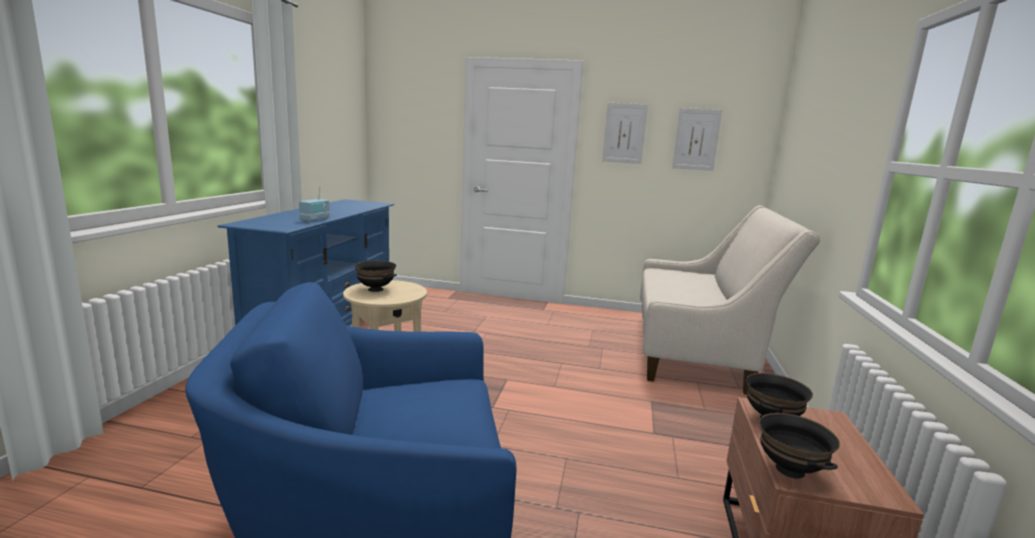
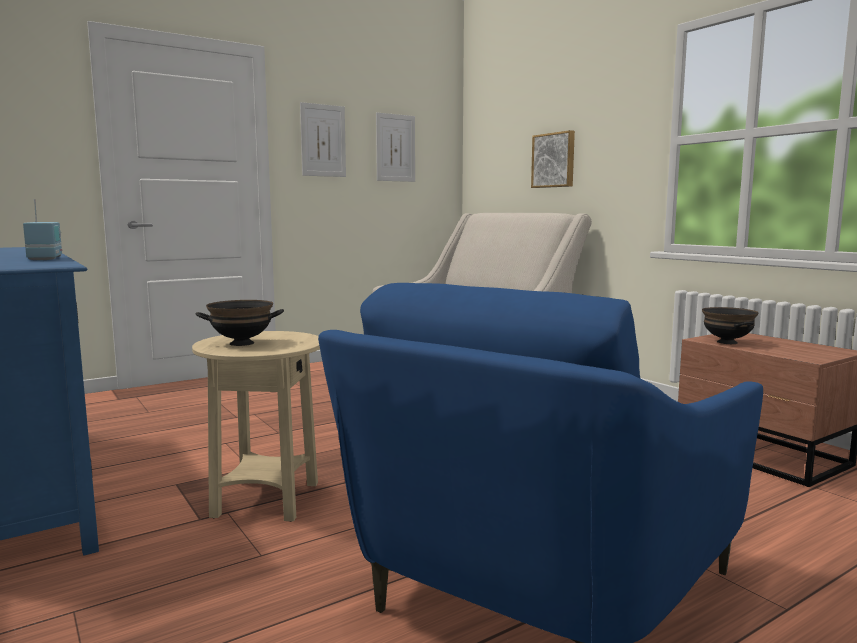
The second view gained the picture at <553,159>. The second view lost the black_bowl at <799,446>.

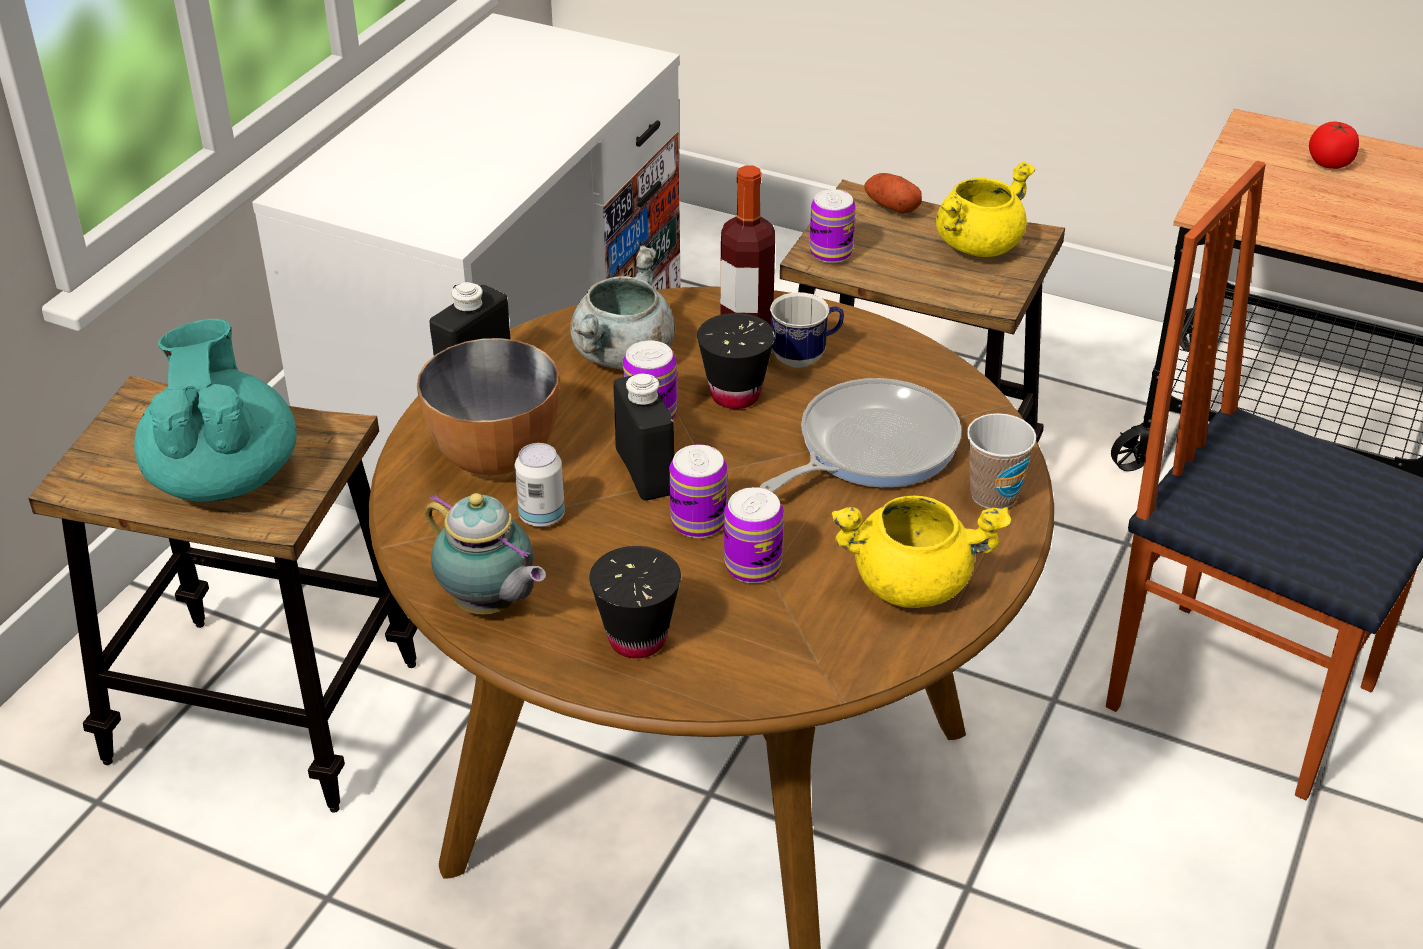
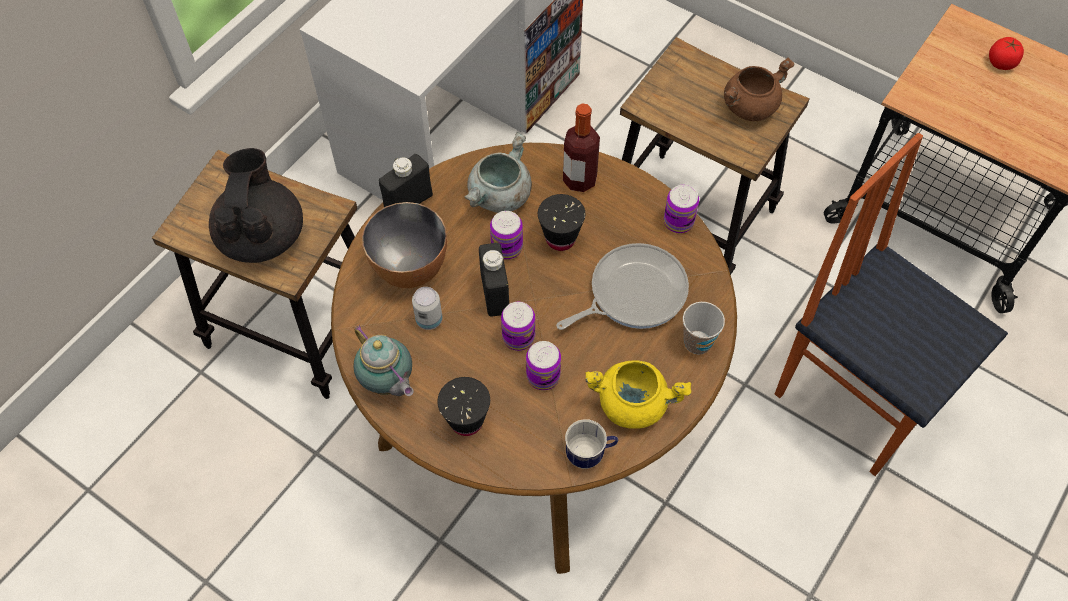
What was the turquoise_teapot at <215,410> turned into the black_teapot at <256,205>. The mug ended up elsewhere, having gone from <807,330> to <592,444>. The can ended up elsewhere, having gone from <833,226> to <681,209>. What was the yellow_cooking_pot at <985,209> turned into the brown_cooking_pot at <759,89>. The second view lost the potato at <893,193>.

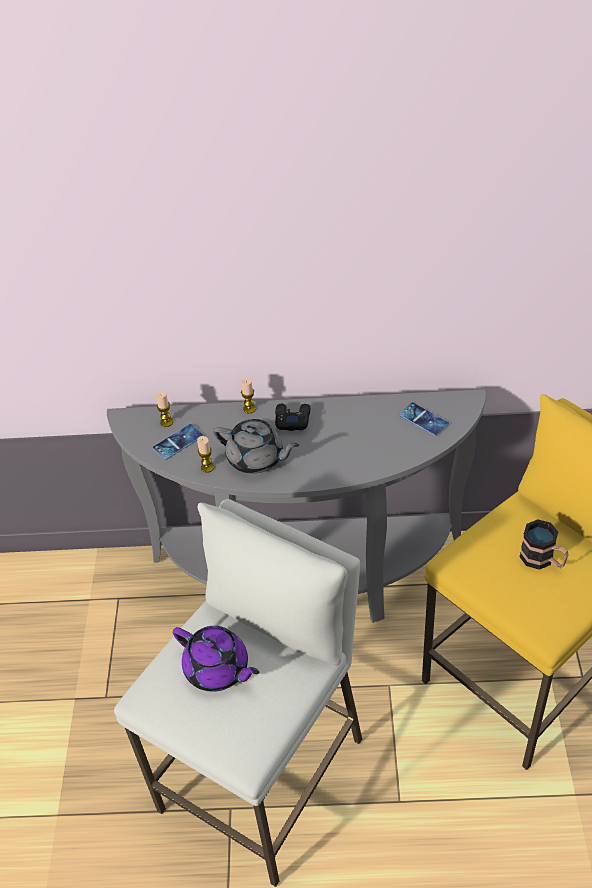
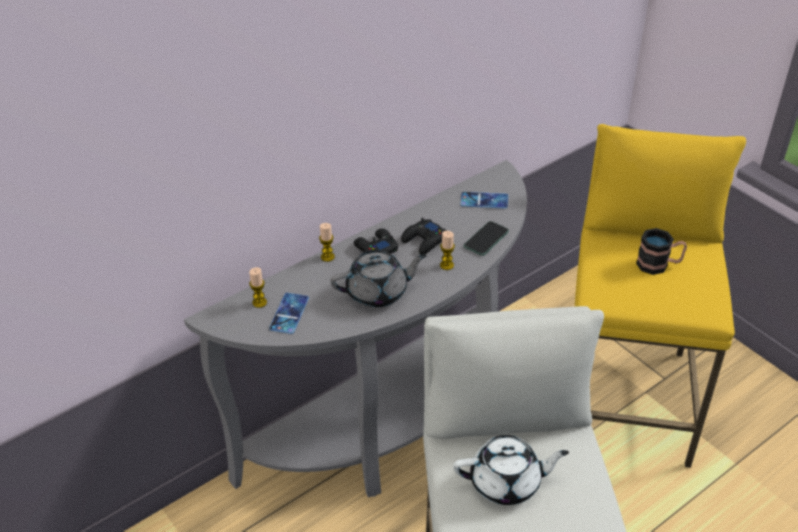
The second view gained the black_game_controller at <424,236>. The candle ended up elsewhere, having gone from <205,454> to <447,250>. What was the purple_teapot at <216,659> turned into the white_teapot at <511,470>. The second view gained the phone at <486,238>.

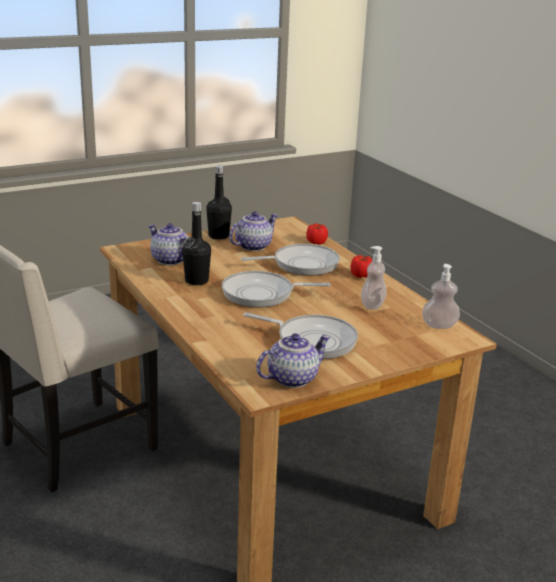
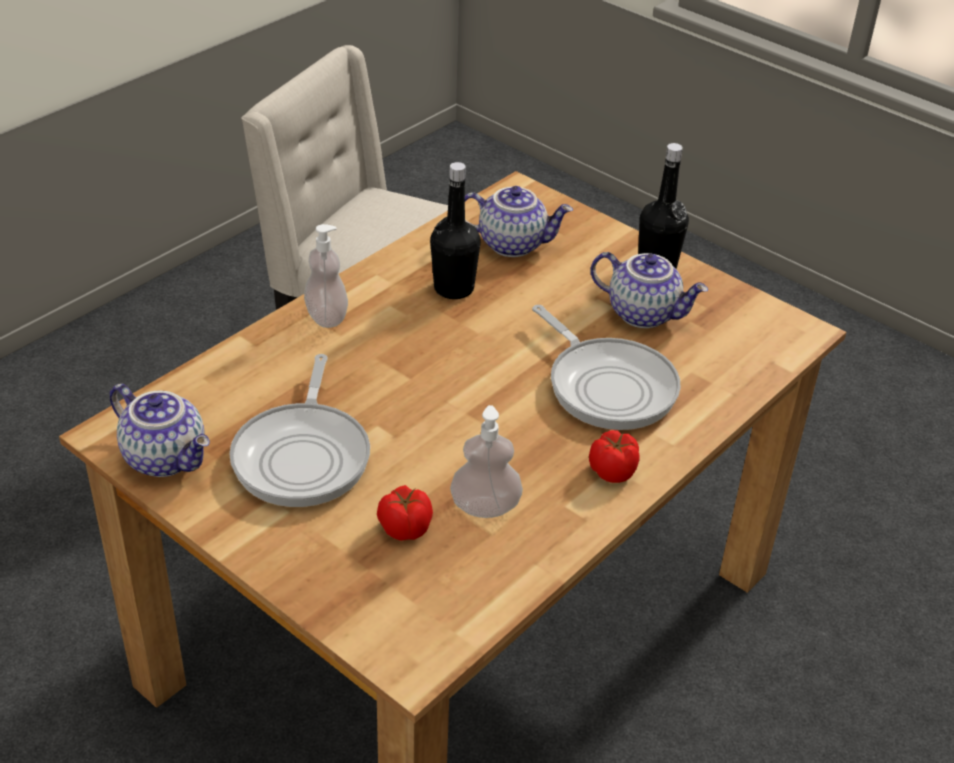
The soap_dispenser ended up elsewhere, having gone from <441,296> to <326,276>. The tomato ended up elsewhere, having gone from <317,234> to <405,513>. The teapot at <168,244> ended up facing another way, 75 degrees clockwise from before. The second view lost the frying_pan at <276,289>.

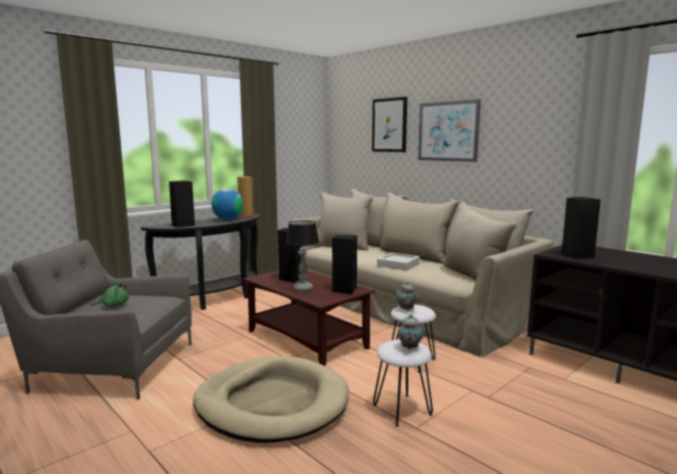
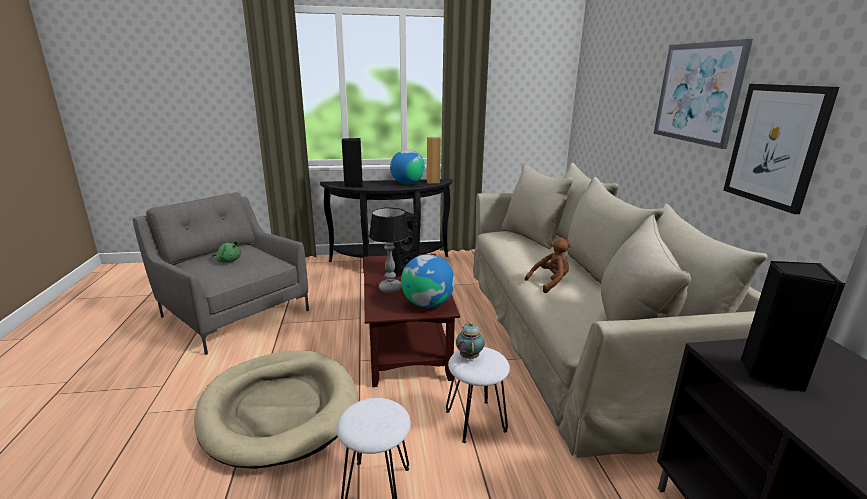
Where the black_speaker stood at <344,264>, the globe came to stand at <428,281>. Where the grey_tray stood at <398,261>, the brown_plush_toy came to stand at <547,265>. The picture ended up elsewhere, having gone from <389,124> to <781,149>. The second view lost the teapot at <410,332>.

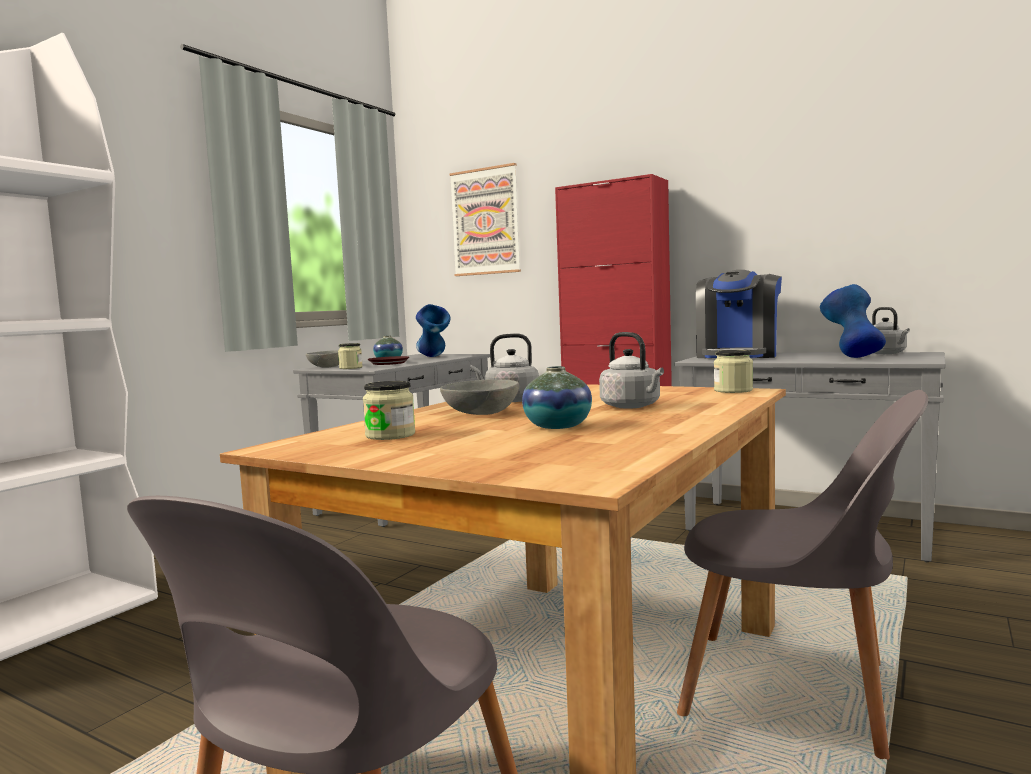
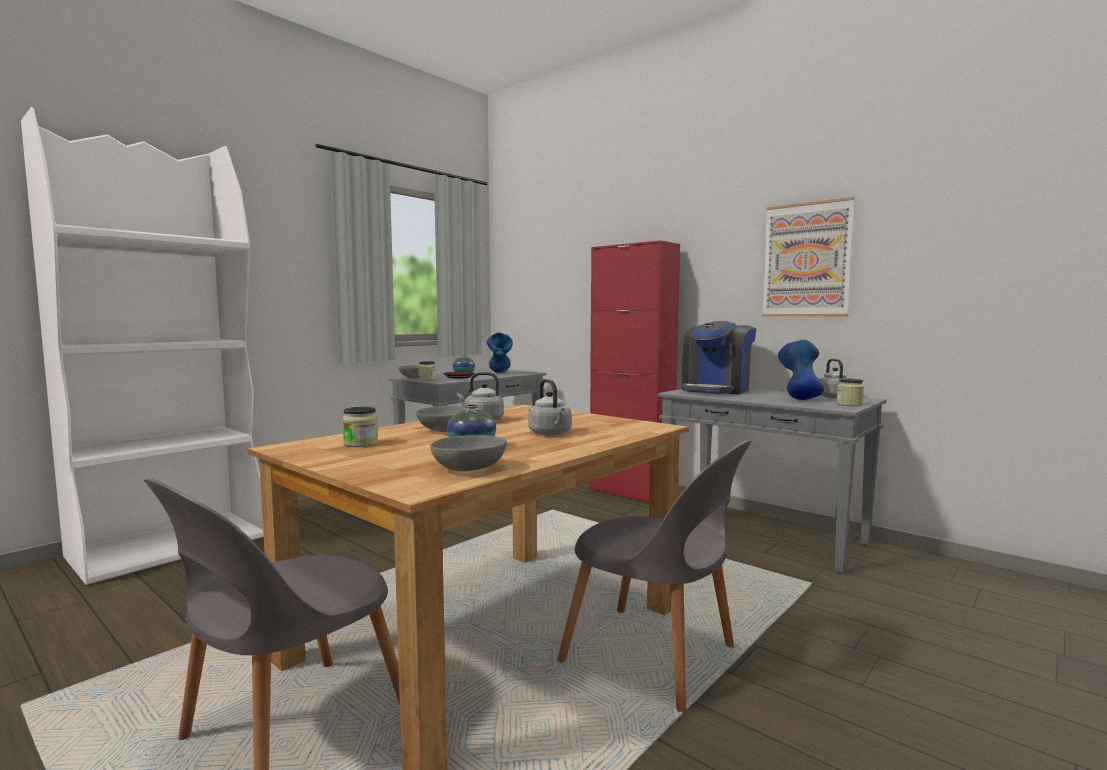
The second view gained the grey_bowl at <468,453>. The picture ended up elsewhere, having gone from <485,219> to <808,256>. The jar ended up elsewhere, having gone from <733,371> to <850,392>.

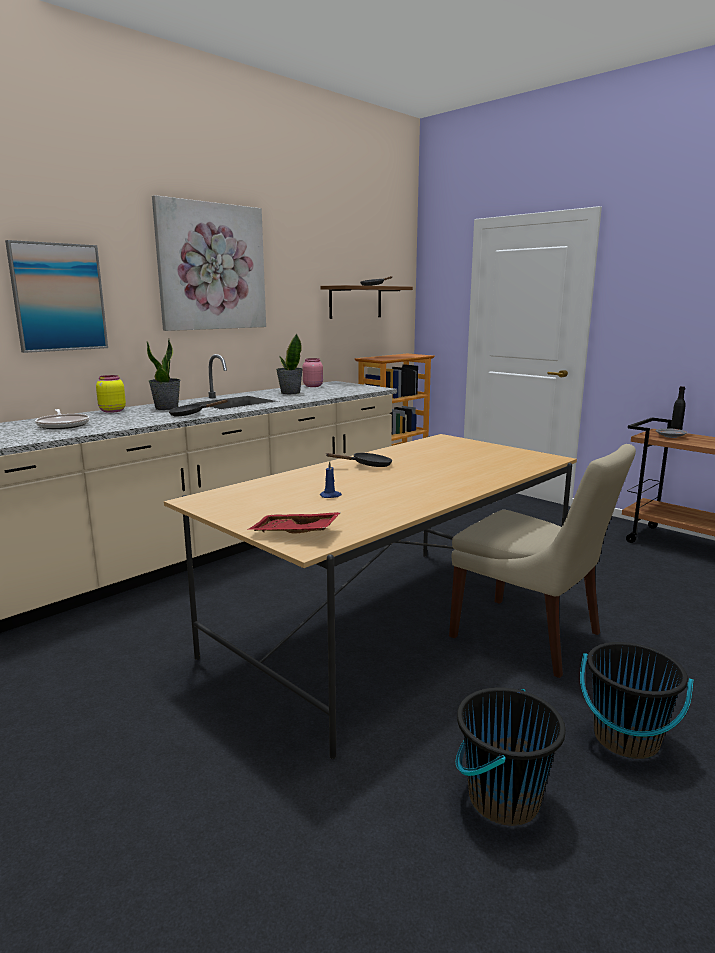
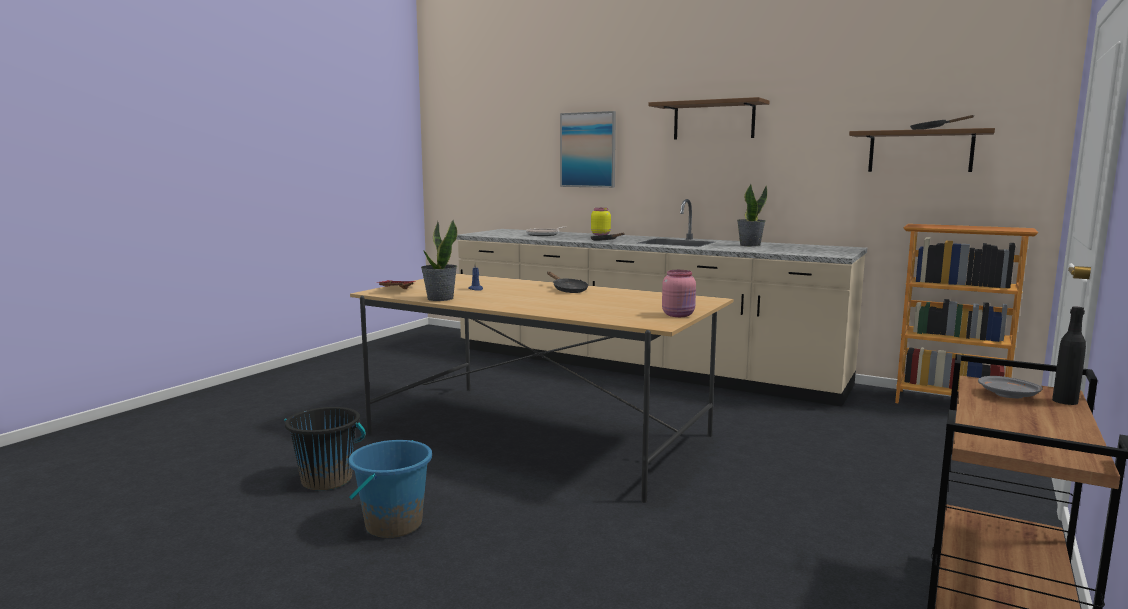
What was the black_bucket at <636,700> turned into the blue_bucket at <390,489>. The potted_plant ended up elsewhere, having gone from <164,374> to <439,260>. Where the picture hung at <209,263>, the brown_shelf came to hang at <709,118>. The pink_jar ended up elsewhere, having gone from <313,372> to <679,293>. The second view lost the beige_chair at <542,561>.

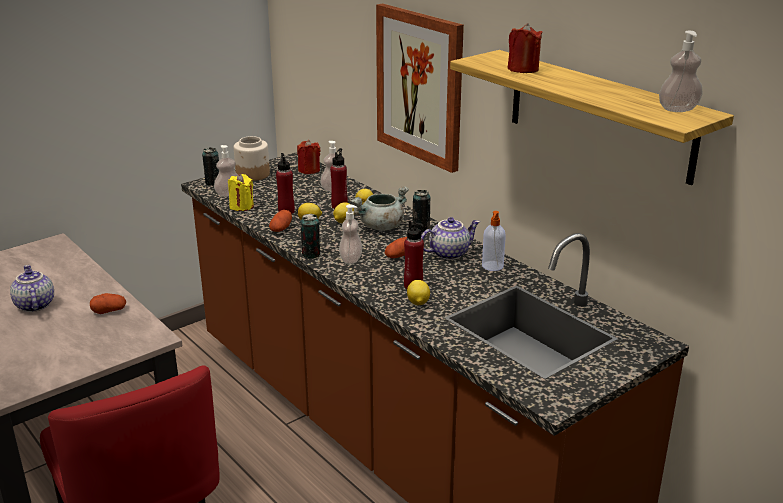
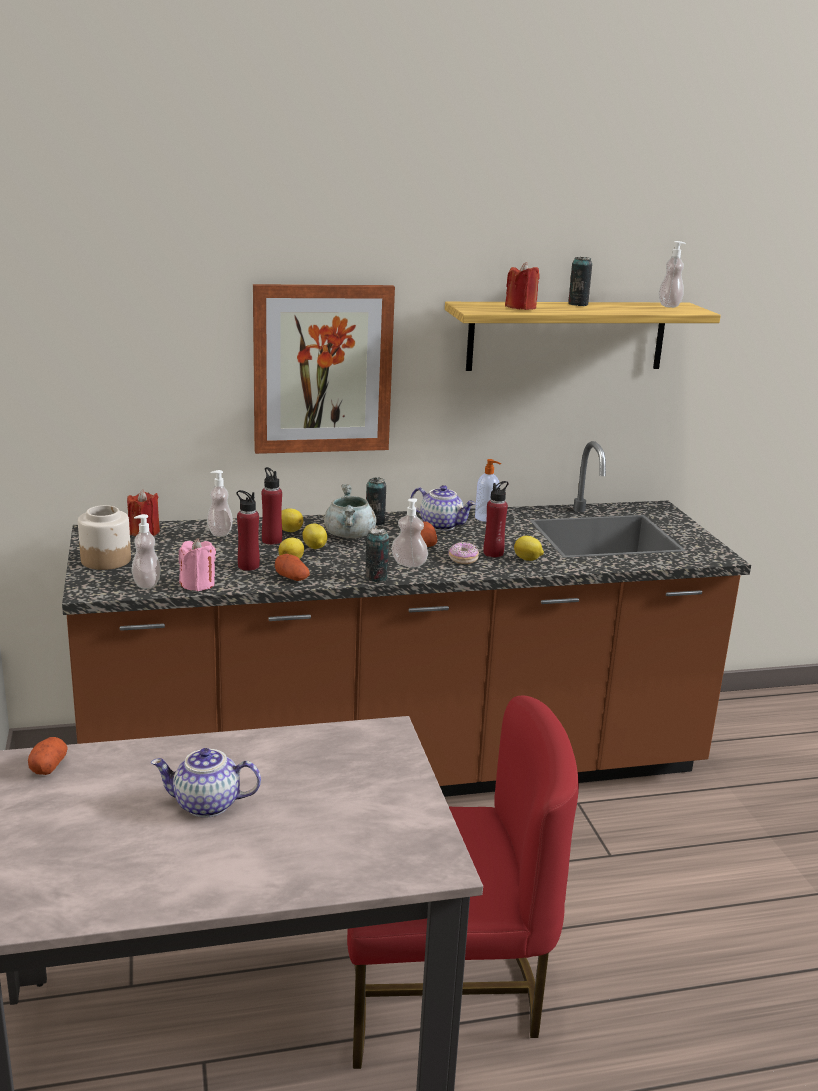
The potato ended up elsewhere, having gone from <108,303> to <48,756>. What was the yellow_candle at <241,192> turned into the pink_candle at <197,564>. The teapot at <450,238> ended up facing another way, 120 degrees clockwise from before. The second view gained the donut at <463,553>. The can ended up elsewhere, having gone from <210,167> to <580,281>.

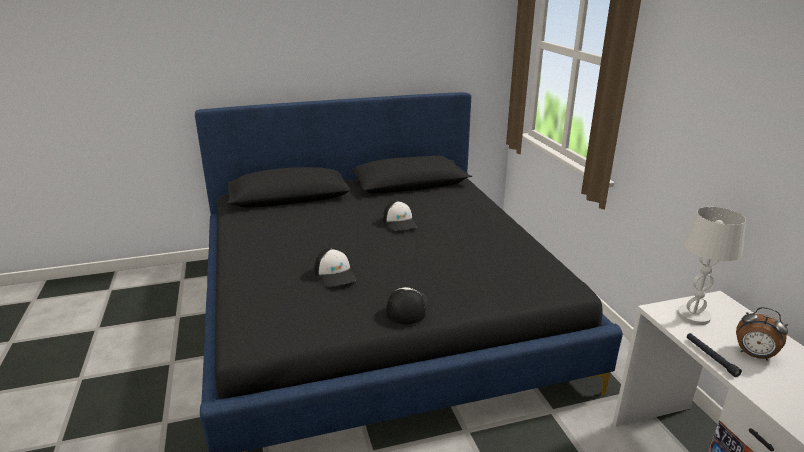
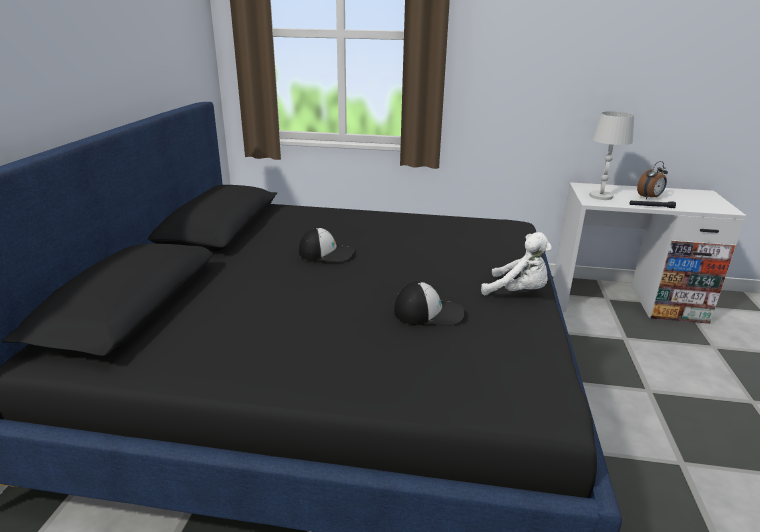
Where the cap stood at <407,305>, the white_plush_toy came to stand at <516,263>.

